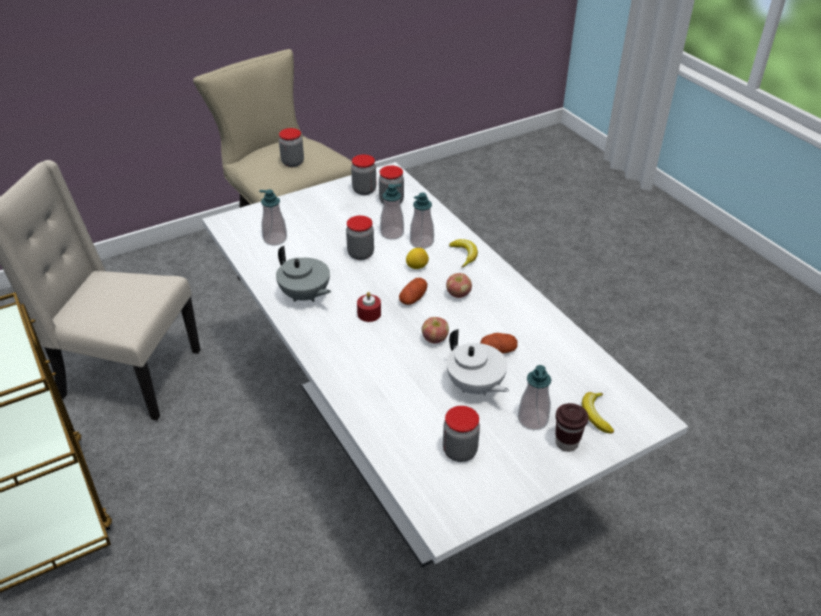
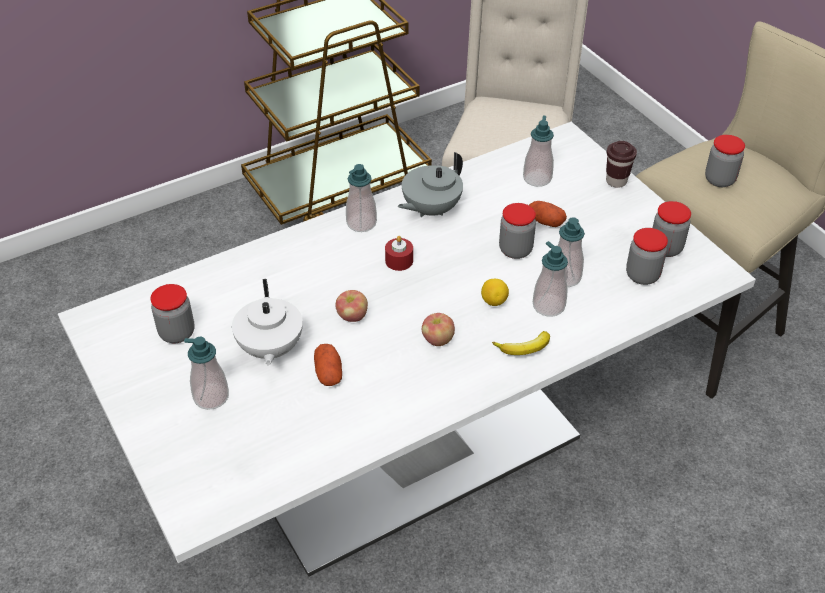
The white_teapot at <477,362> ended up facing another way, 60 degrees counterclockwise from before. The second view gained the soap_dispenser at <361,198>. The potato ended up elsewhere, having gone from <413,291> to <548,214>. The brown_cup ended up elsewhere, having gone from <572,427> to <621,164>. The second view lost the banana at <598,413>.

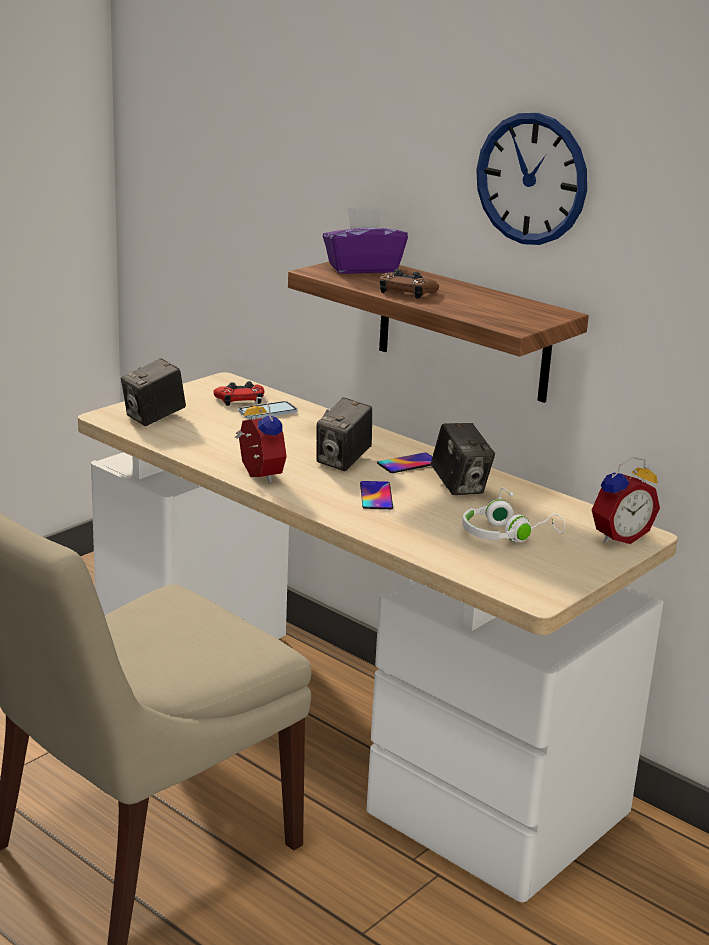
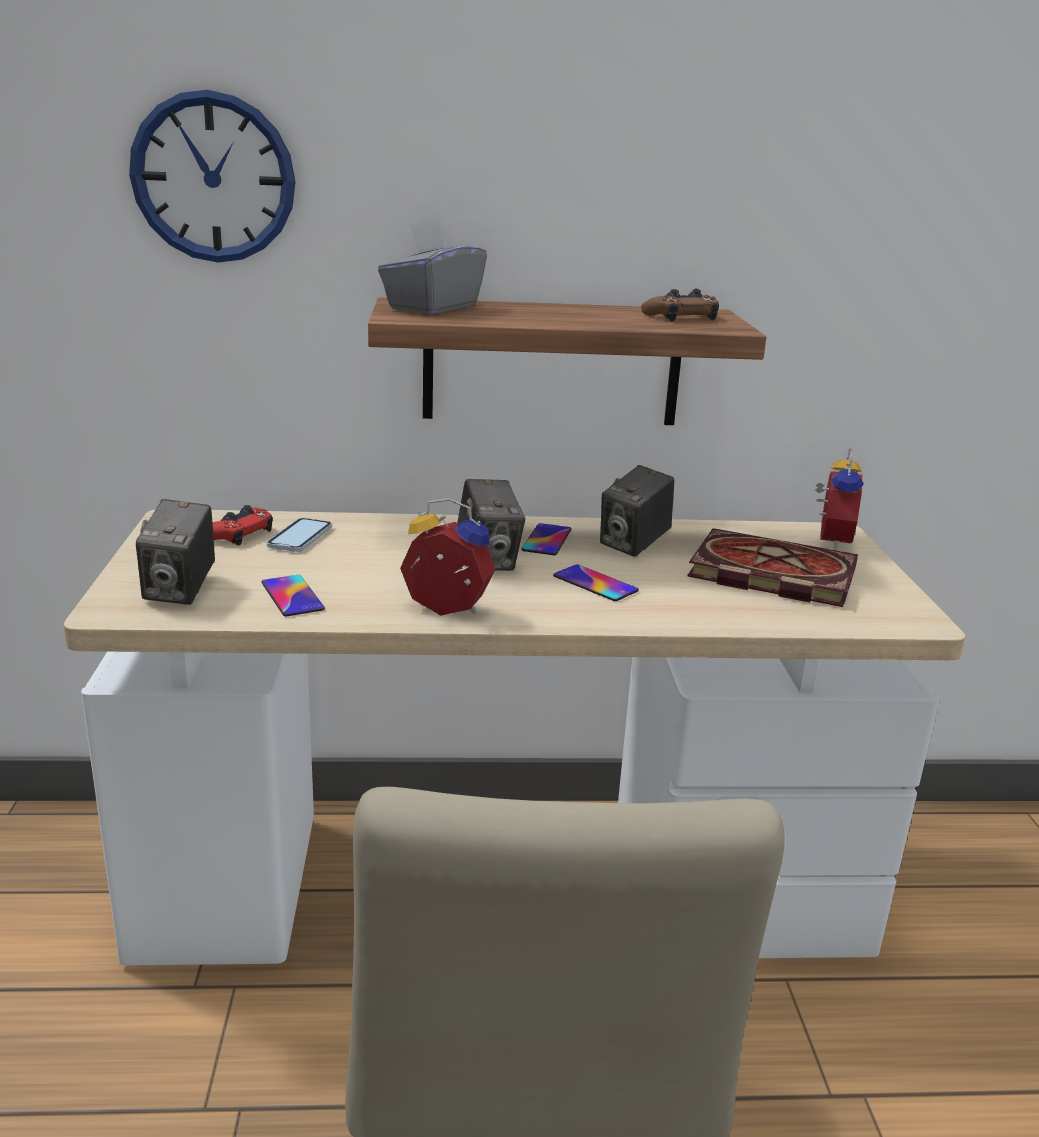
The wall_clock ended up elsewhere, having gone from <531,179> to <212,176>. The second view gained the phone at <293,595>. What was the purple_tissue_box at <365,240> turned into the grey_tissue_box at <432,267>. The photo_camera at <463,459> ended up facing another way, 105 degrees clockwise from before. The brown_game_controller ended up elsewhere, having gone from <409,284> to <680,305>. Where the white_headphones stood at <513,515>, the book came to stand at <772,567>.

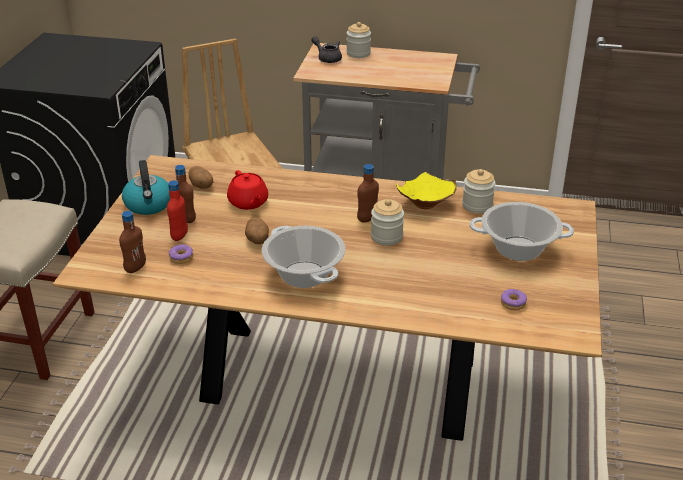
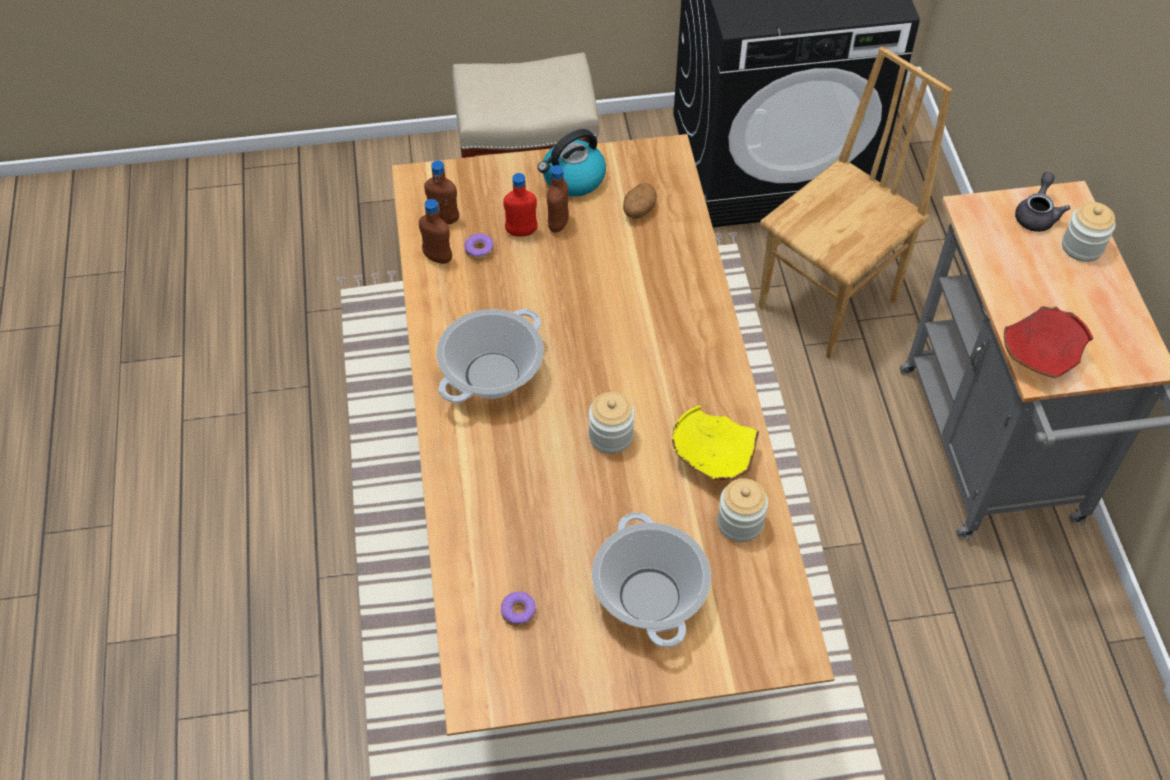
The brown_bottle ended up elsewhere, having gone from <368,193> to <435,231>. The second view gained the red_bowl at <1048,342>. The second view lost the red_teapot at <247,190>. The second view lost the potato at <257,230>.

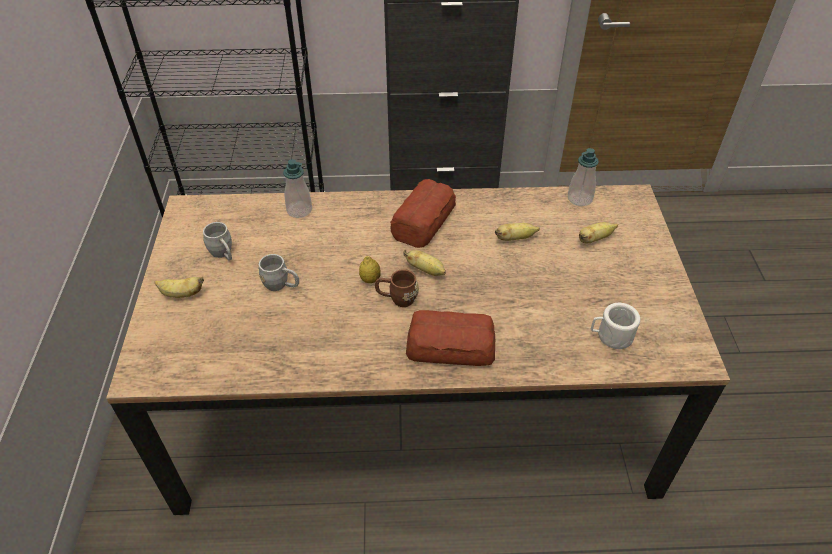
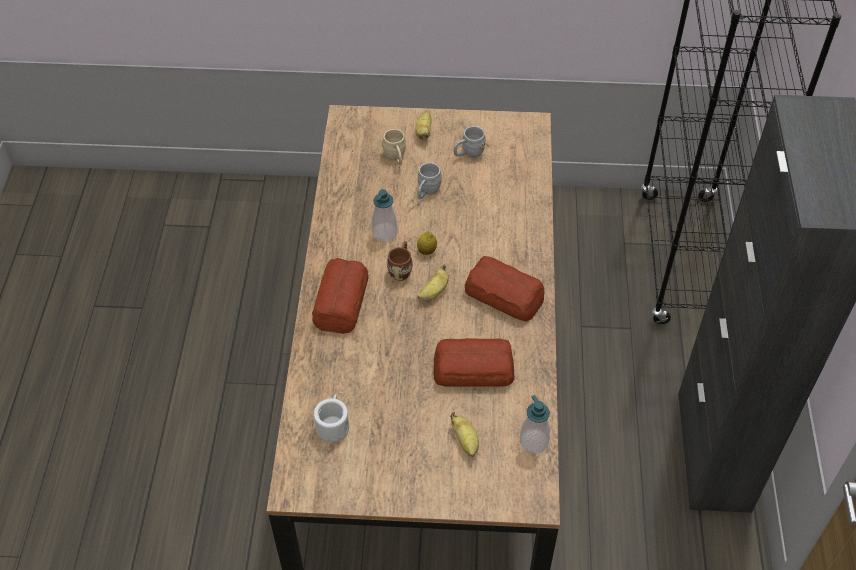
The soap_dispenser ended up elsewhere, having gone from <297,188> to <385,215>. The second view gained the beige_mug at <394,147>. Where the banana stood at <517,232>, the bread came to stand at <474,362>.

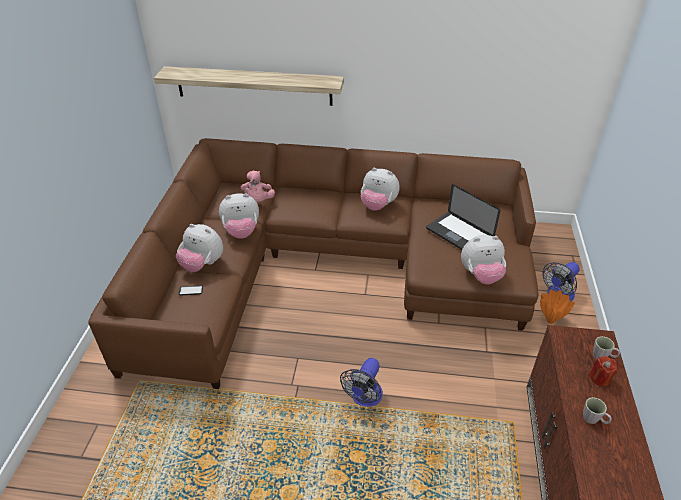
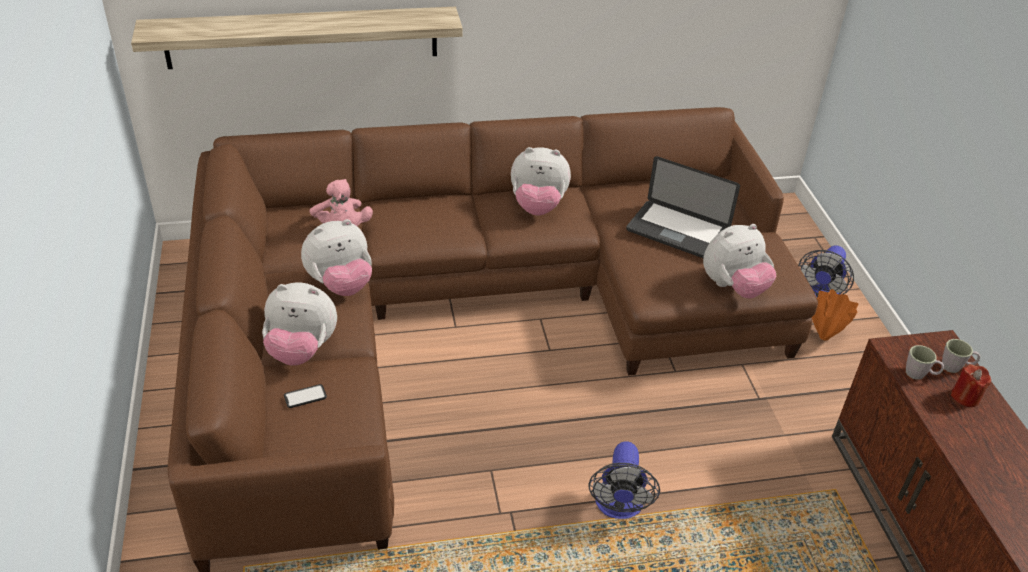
The grey_mug ended up elsewhere, having gone from <597,410> to <925,362>.

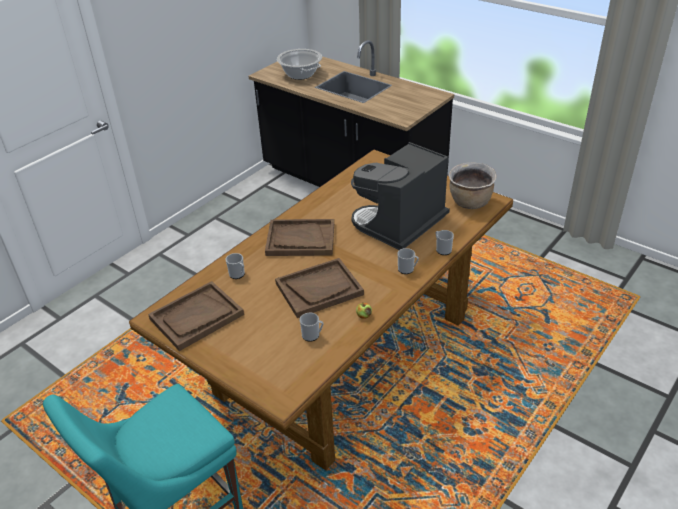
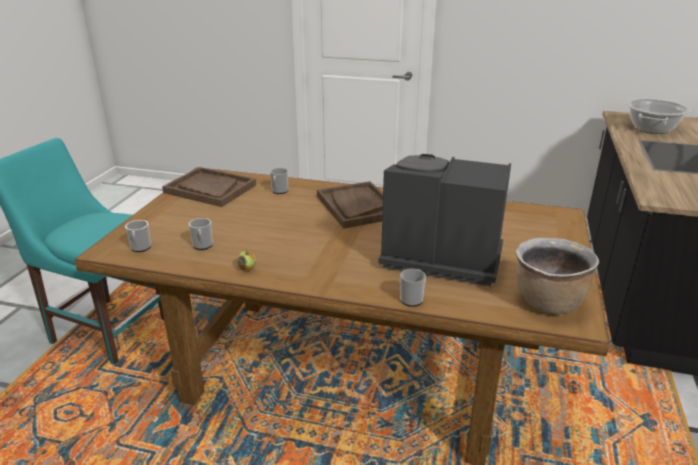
The mug ended up elsewhere, having gone from <408,261> to <138,236>. The second view lost the brown_tray at <319,288>.

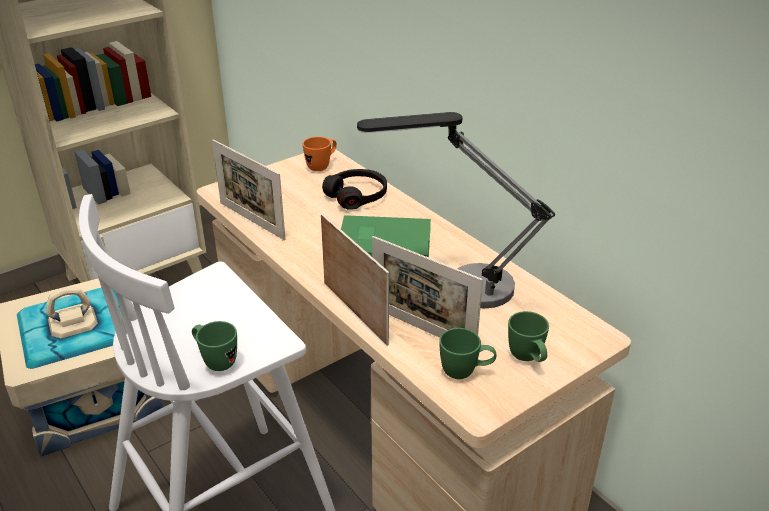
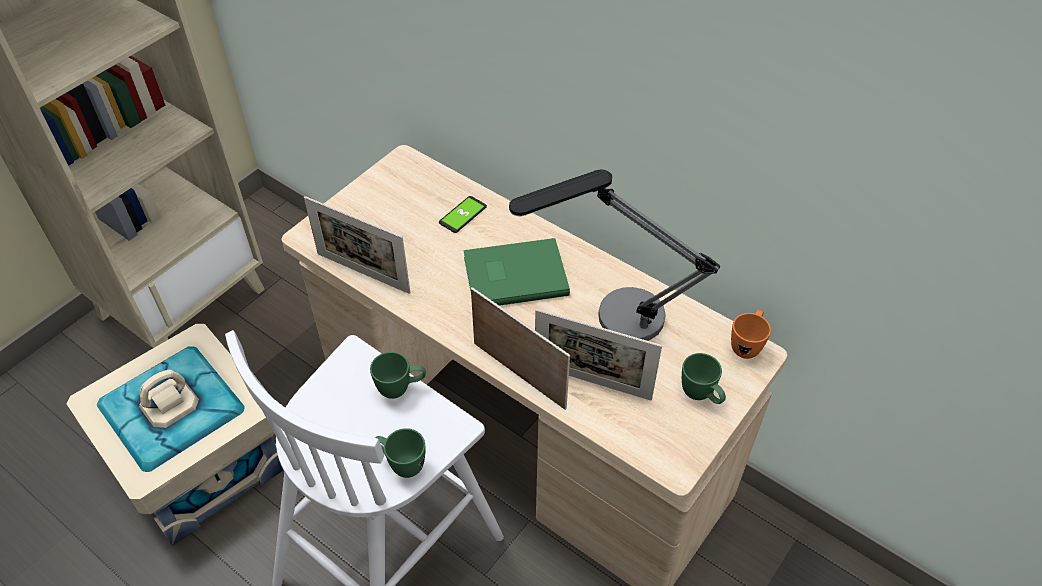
The green_mug ended up elsewhere, having gone from <468,353> to <398,375>. Where the black_headphones stood at <354,189>, the phone came to stand at <463,214>. The orange_mug ended up elsewhere, having gone from <320,154> to <751,334>.

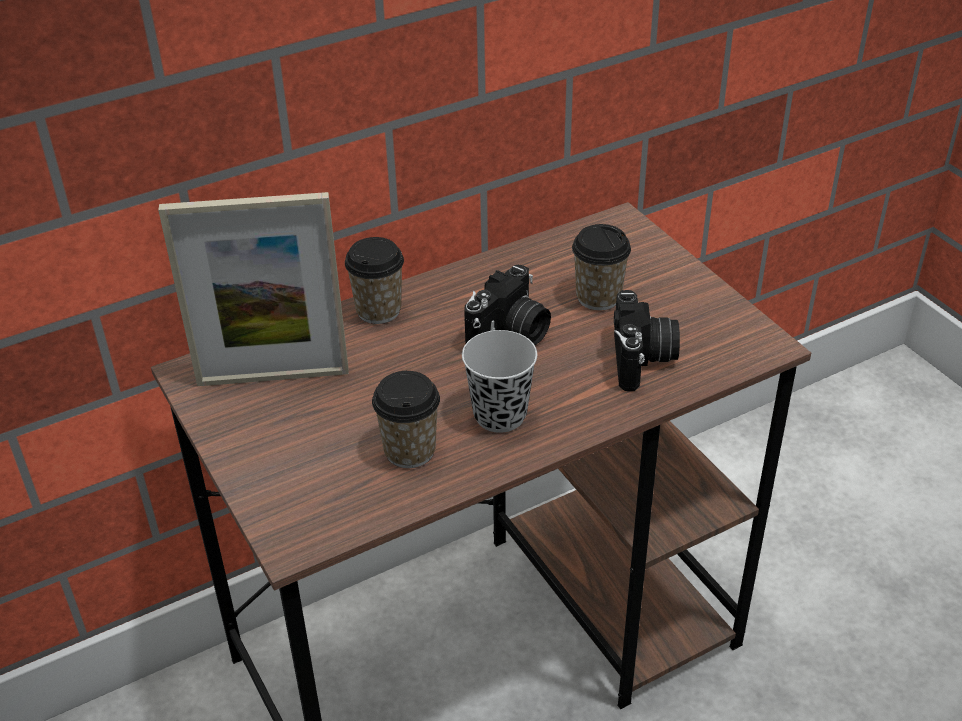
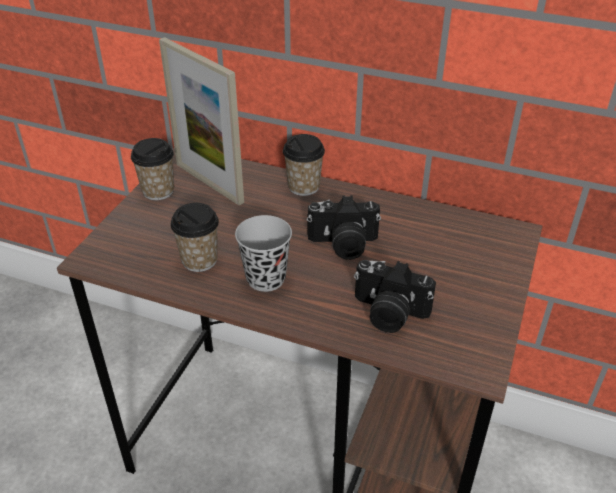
The cup ended up elsewhere, having gone from <601,267> to <152,169>. The photo_camera at <647,340> ended up facing another way, 60 degrees clockwise from before.

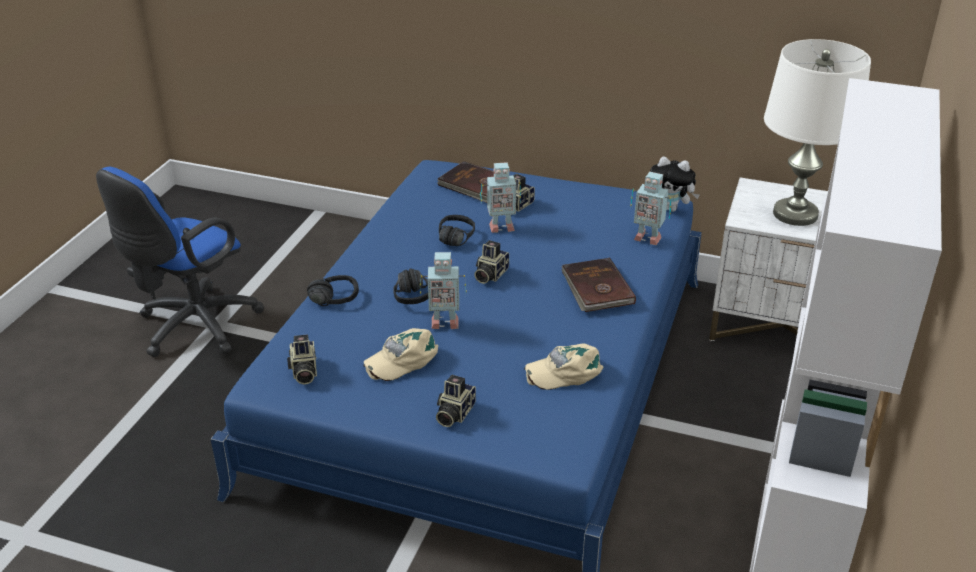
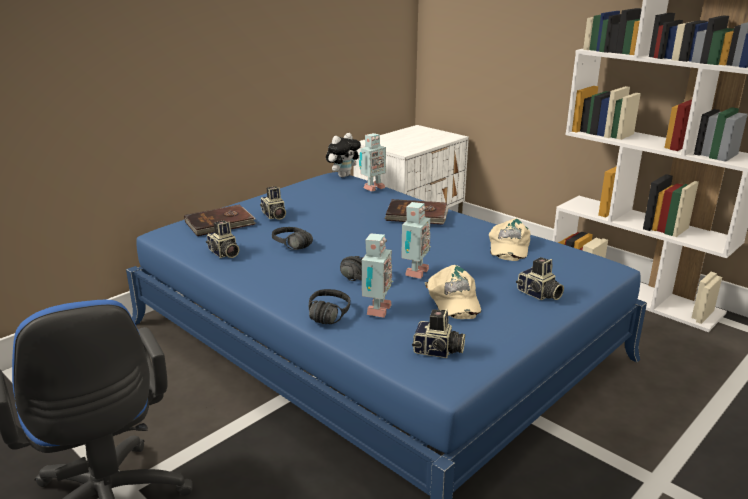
The photo_camera ended up elsewhere, having gone from <491,262> to <222,239>. The toy_robot ended up elsewhere, having gone from <500,197> to <377,275>. The second view lost the white_table_lamp at <817,132>.

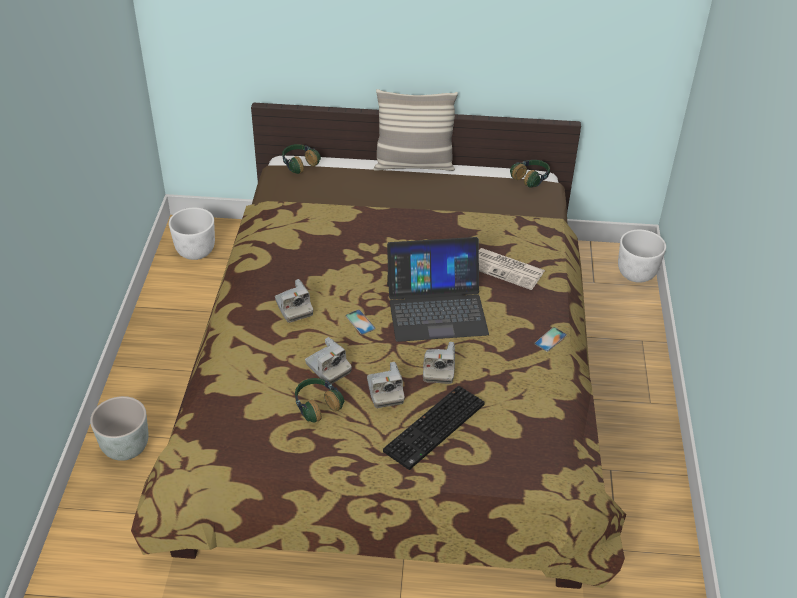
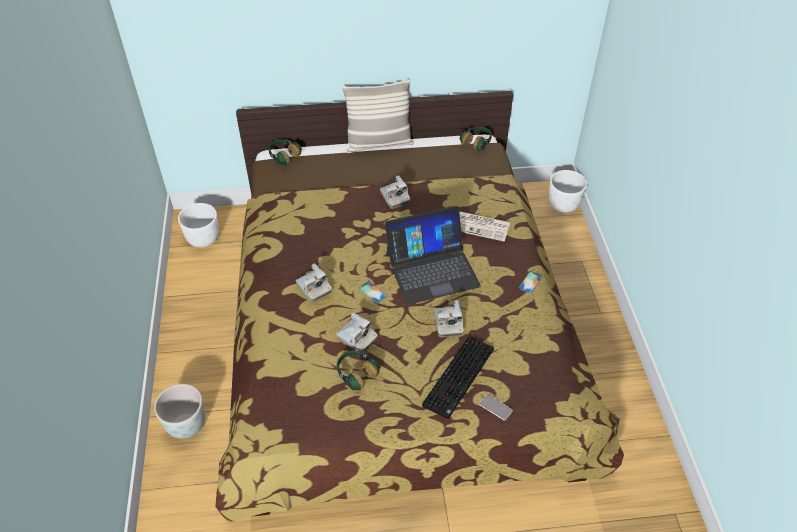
The photo_camera ended up elsewhere, having gone from <386,385> to <395,192>. The second view gained the phone at <496,407>.

